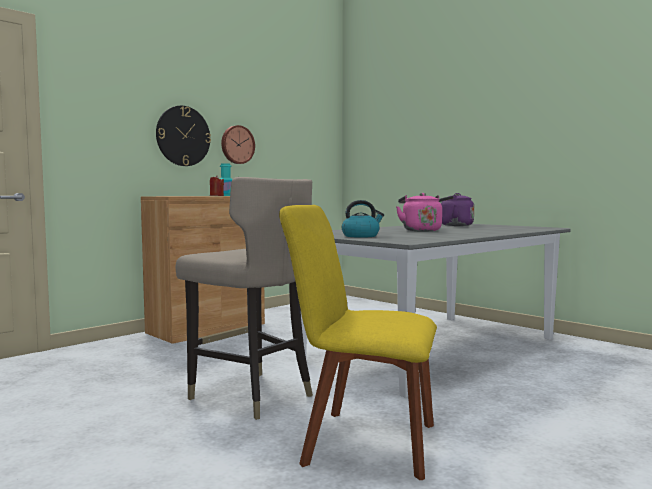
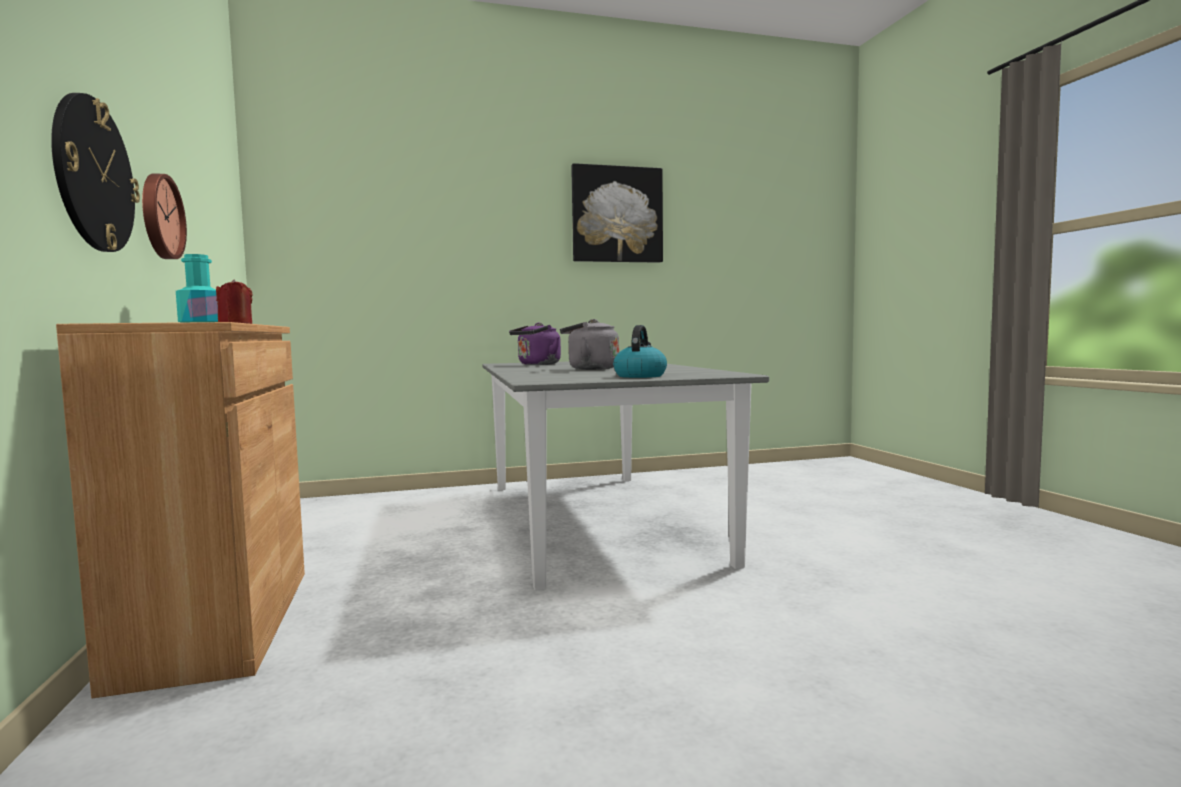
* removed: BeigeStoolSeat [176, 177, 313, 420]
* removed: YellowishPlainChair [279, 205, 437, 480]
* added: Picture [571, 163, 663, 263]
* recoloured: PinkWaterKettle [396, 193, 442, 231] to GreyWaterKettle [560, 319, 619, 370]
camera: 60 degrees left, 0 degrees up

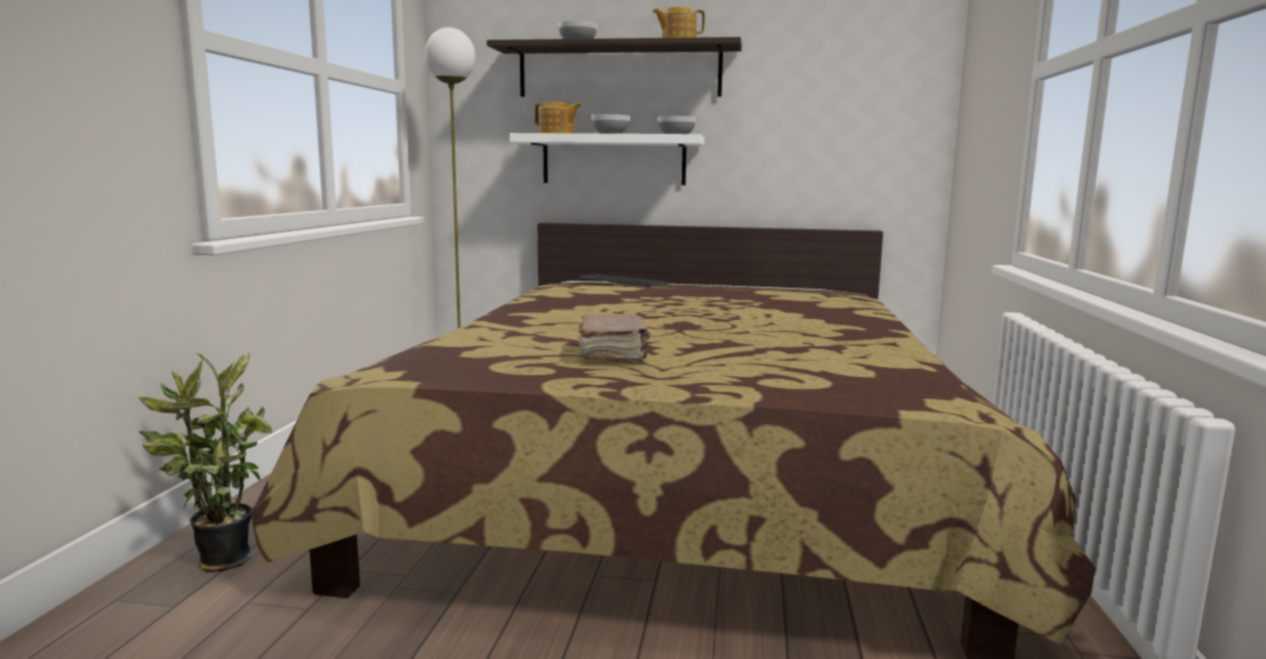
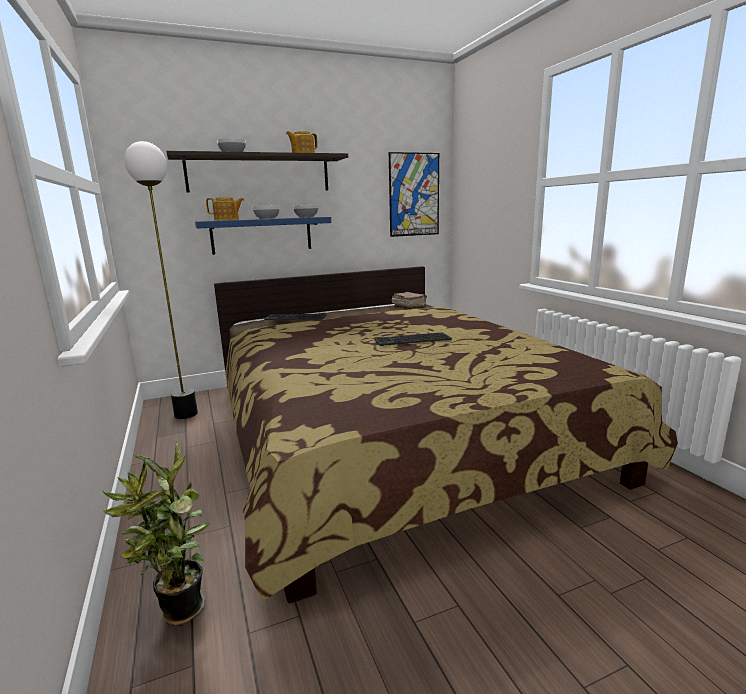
* added: ComputerKeyboard [374, 332, 452, 346]
* added: Picture [389, 152, 439, 237]
* moved: BrownVolume [578, 314, 651, 361] to [392, 292, 427, 308]
* recoloured: WhiteColouredShelf [510, 133, 705, 185] to BlueShelf [195, 217, 331, 255]
camera: 30 degrees left, 5 degrees up

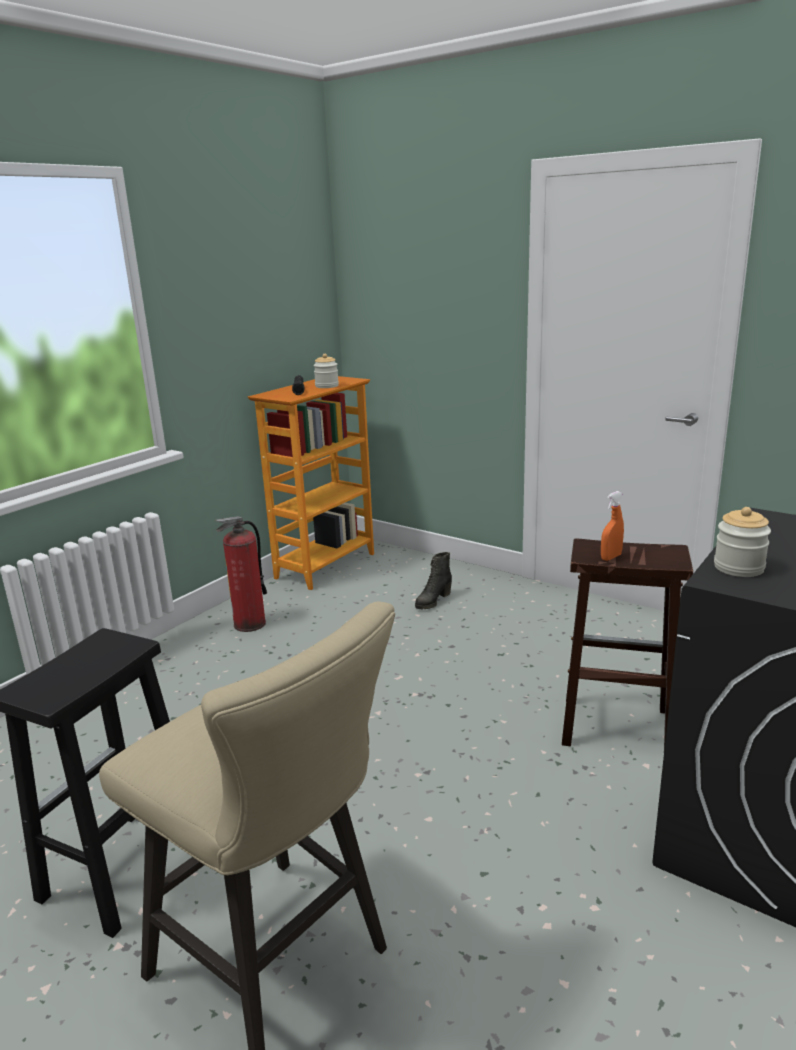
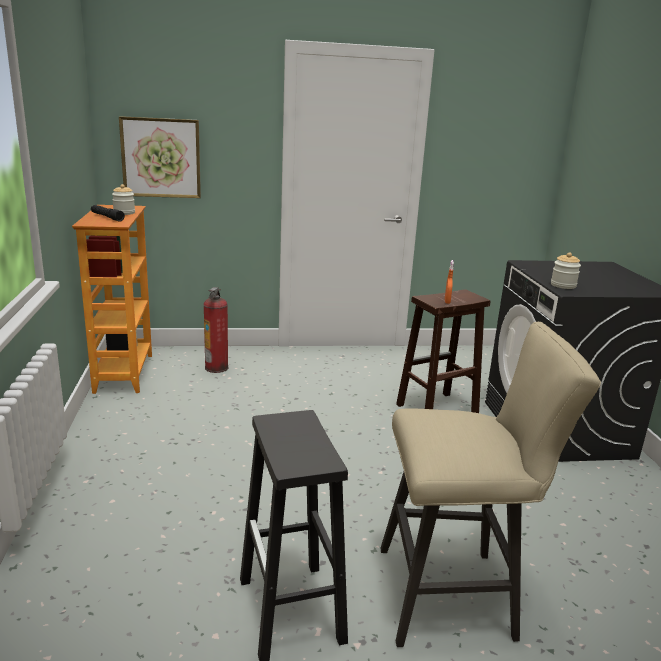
* removed: BlackColouredTallBoot [415, 552, 452, 609]
* added: Picture [119, 116, 201, 198]
* moved: Extinguisher [216, 516, 267, 632] to [203, 287, 228, 373]
camera: 45 degrees left, 0 degrees up

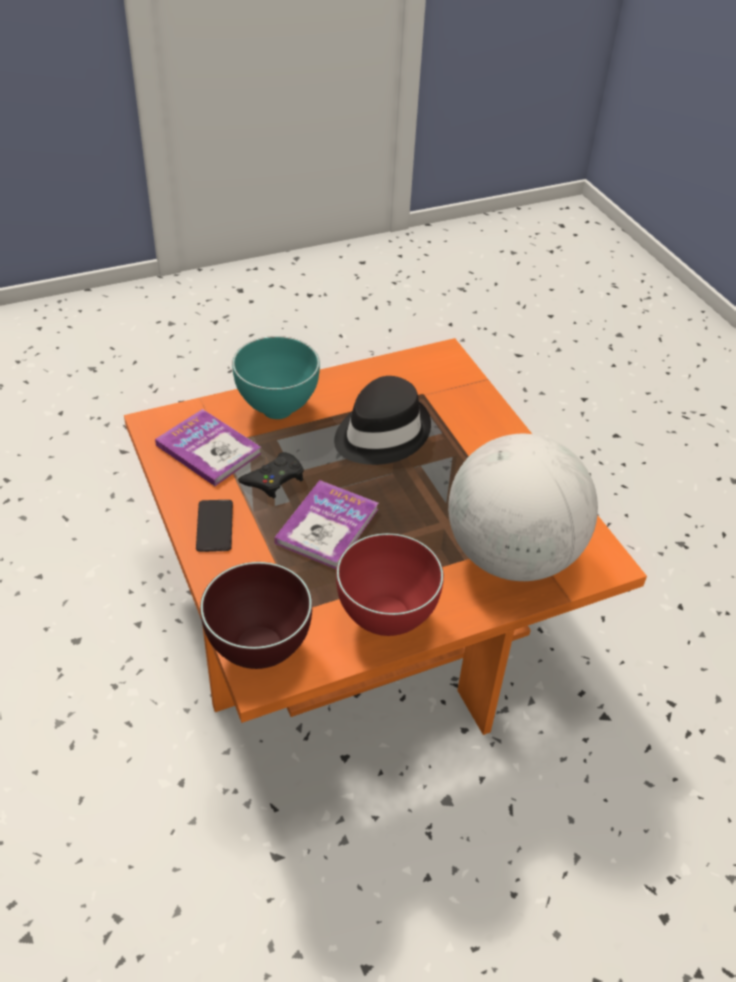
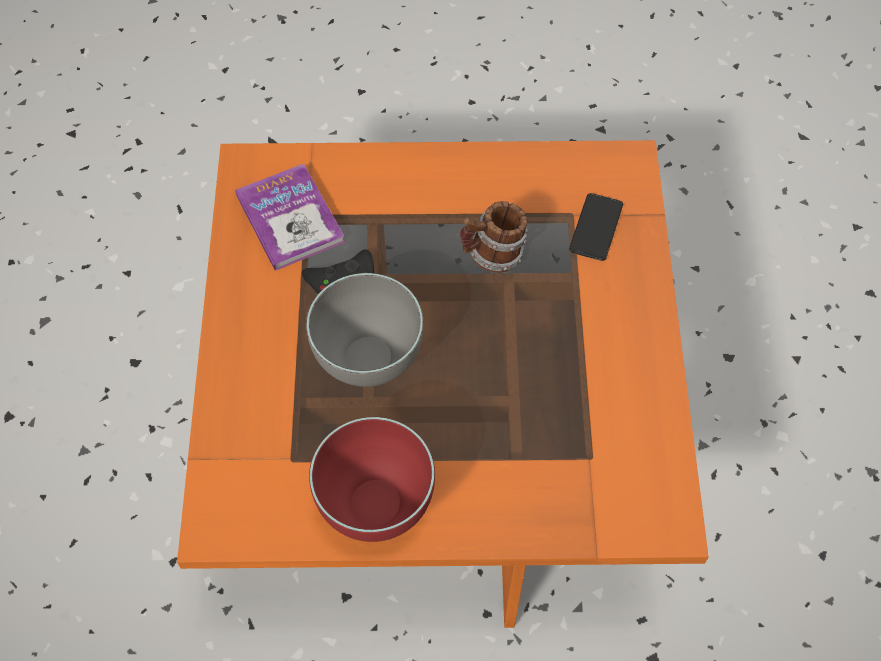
* removed: BrownServingBowl [200, 562, 312, 669]
* removed: BlueGreenServingBowl [232, 336, 320, 419]
* removed: WorldGlobe [448, 434, 598, 581]
* moved: Handset [196, 500, 233, 552] to [569, 193, 623, 261]
* replaced: Volume [274, 480, 378, 569] to GreyServingBowl [306, 273, 424, 387]
* replaced: BlackColouredHat [334, 376, 431, 465] to Mug [460, 201, 529, 273]
camera: 25 degrees right, 15 degrees up

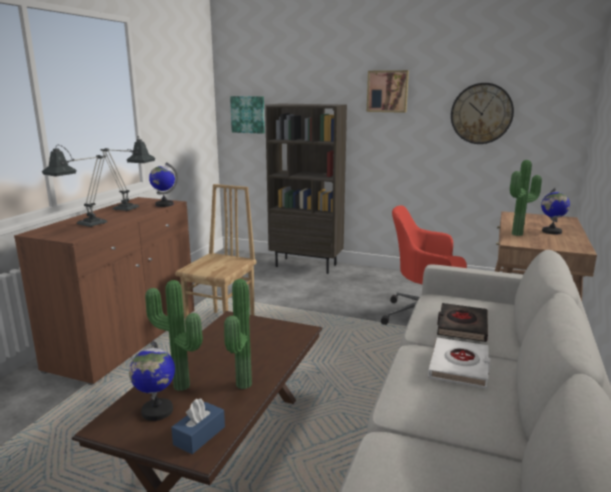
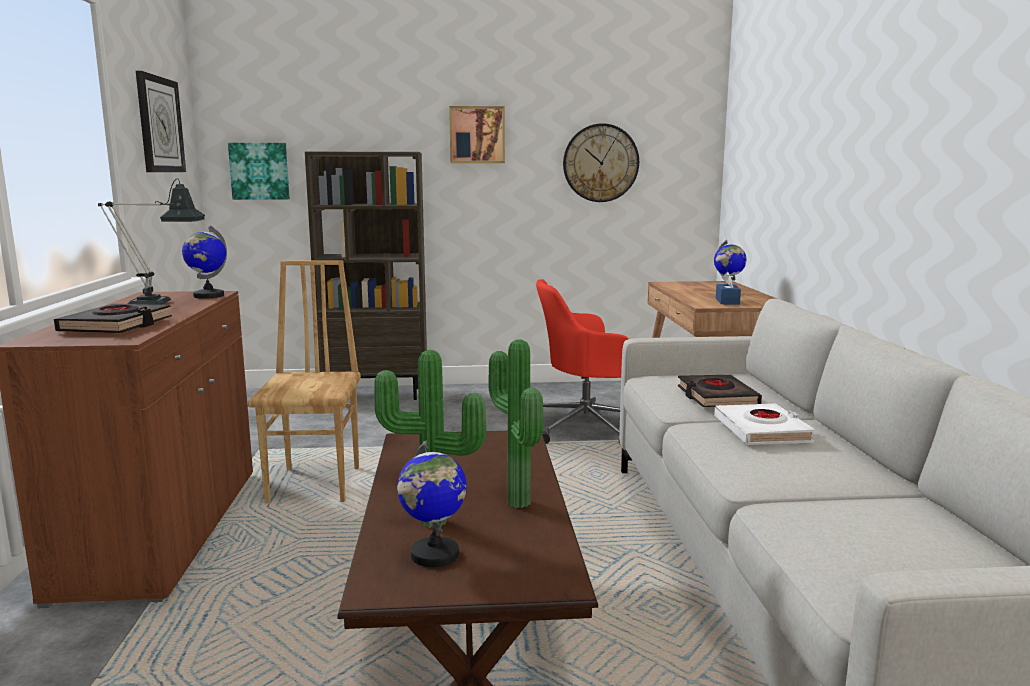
* removed: PlantInAPot [510, 160, 542, 236]
* added: ClockOnTheWall [136, 71, 186, 172]
* moved: BlueTissueBox [171, 398, 225, 454] to [716, 272, 741, 305]
* replaced: TabletopLamp [42, 145, 107, 227] to BlackColouredVolume [54, 304, 172, 333]
camera: 25 degrees left, 5 degrees down

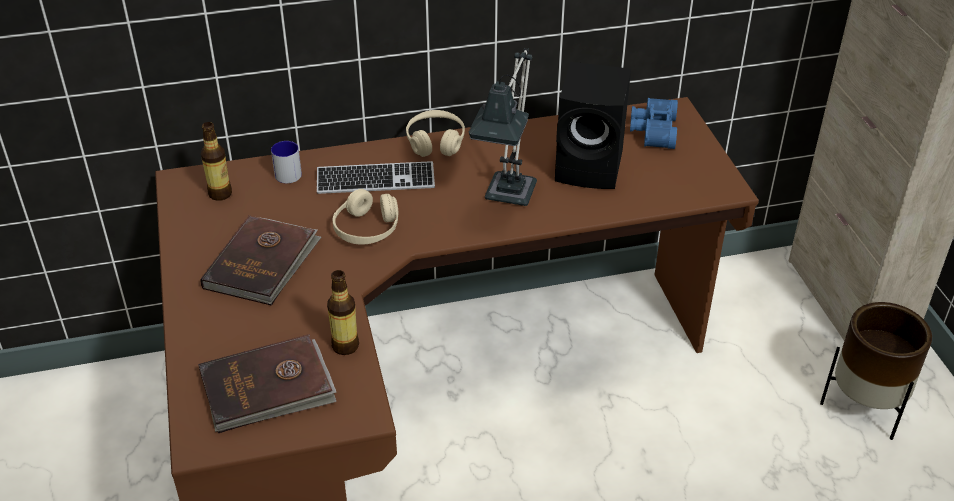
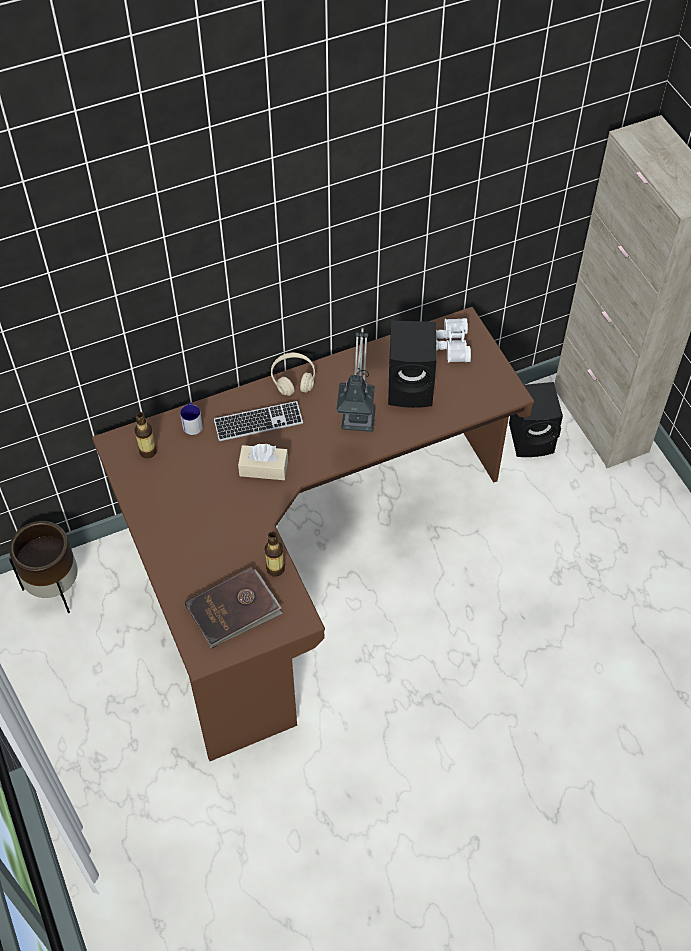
* removed: BrownVolume [201, 215, 322, 306]
* added: BlackColouredSpeaker [509, 382, 563, 457]
* moved: BrownPlantPot [820, 302, 932, 440] to [9, 521, 78, 613]
* replaced: BeigeHeadphones [333, 189, 399, 245] to BeigeTissueBox [238, 444, 288, 480]
* recoloured: BlueFieldGlasses [630, 98, 678, 149] to WhiteColouredFieldGlasses [436, 318, 471, 363]
camera: 10 degrees left, 15 degrees up

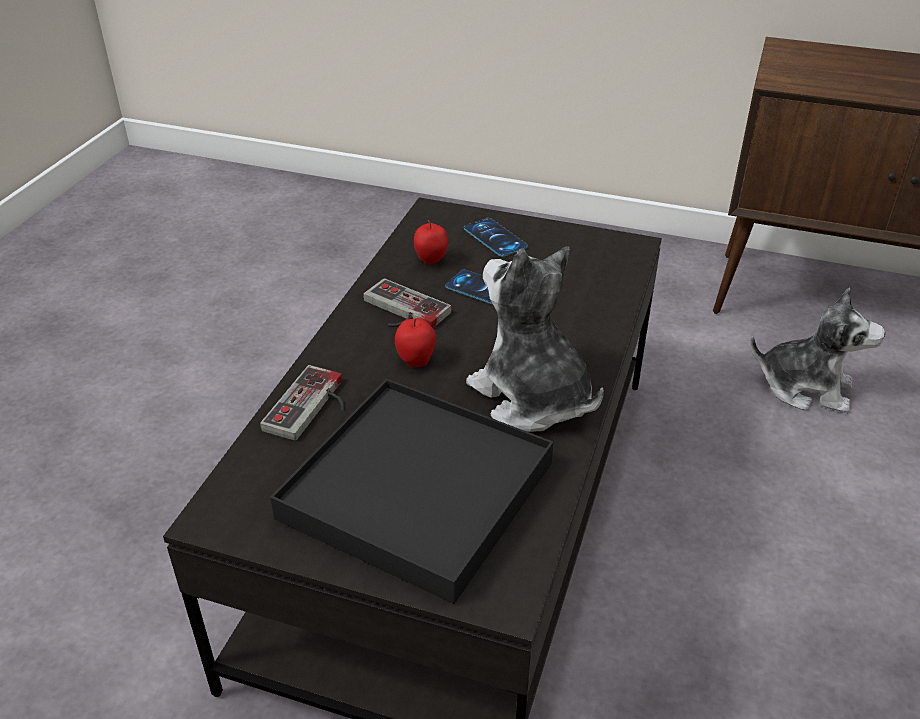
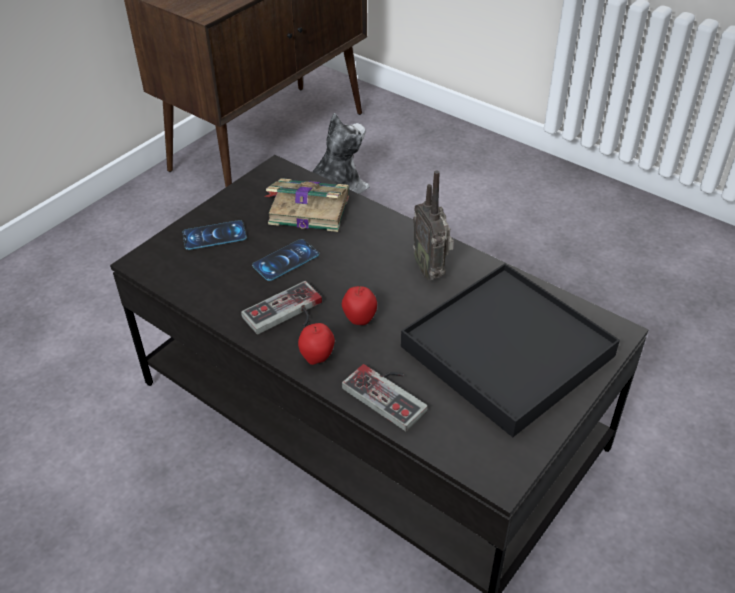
* added: Volume [264, 178, 349, 232]
* moved: Apple [414, 220, 448, 265] to [298, 323, 335, 365]
* replaced: CuddlyToy [466, 246, 604, 432] to RadioReceiver [413, 170, 454, 280]
camera: 70 degrees left, 5 degrees up

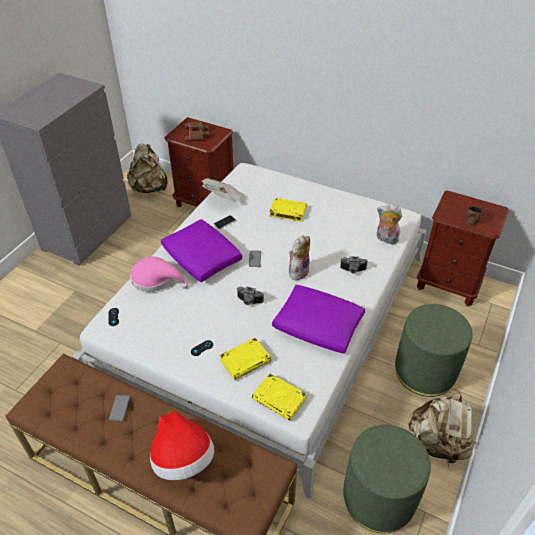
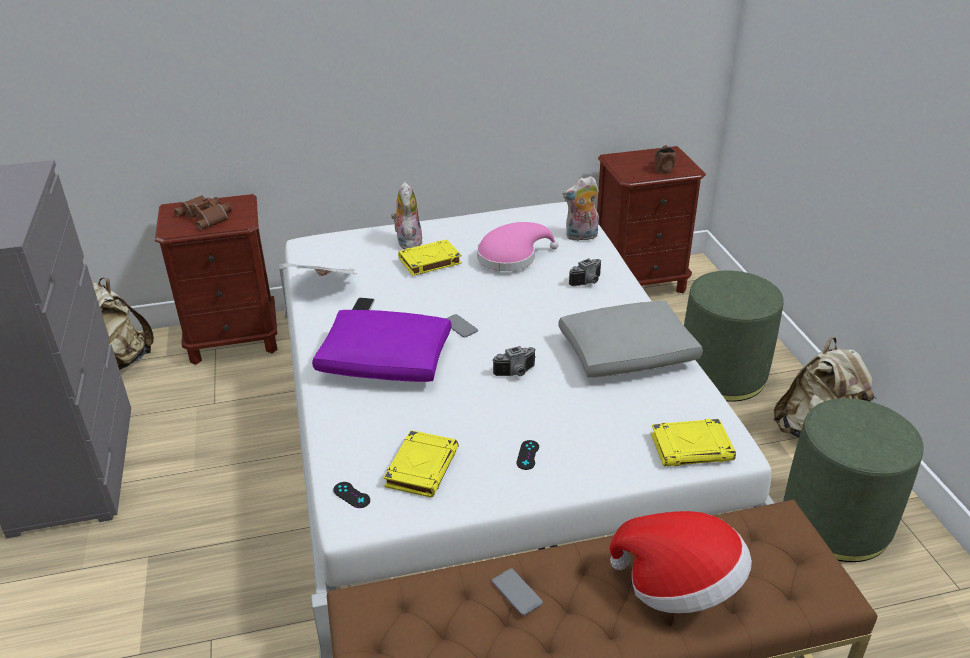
* moved: PinkHat [130, 256, 188, 292] to [477, 222, 558, 271]
* moved: YellowishVolume [219, 337, 272, 380] to [384, 430, 459, 498]
* moved: CuddlyToy [289, 235, 310, 280] to [391, 182, 423, 250]
* recoloured: PurplishThrowPillow [272, 285, 365, 354] to GreyThrowPillow [558, 301, 703, 378]
camera: 40 degrees left, 10 degrees down

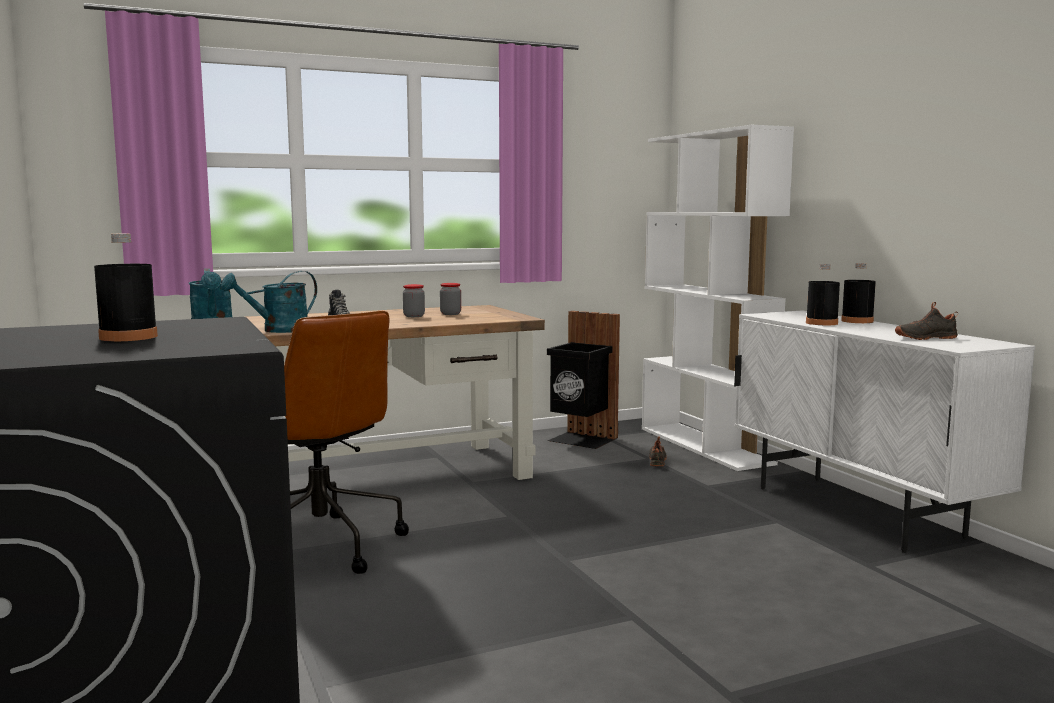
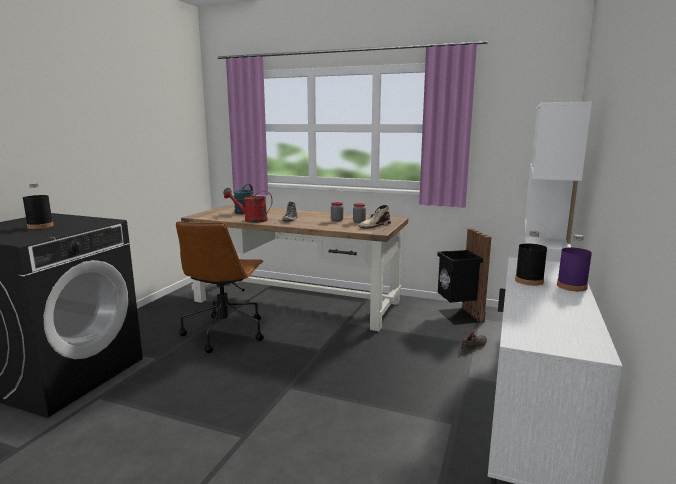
* removed: BlackColouredItemOfFootwear [895, 302, 958, 340]
* added: BeigeTallBoot [359, 205, 391, 229]
* recoloured: BlueGreenSprinklingCan [221, 271, 317, 333] to RedSprinklingCan [224, 190, 273, 223]
* recoloured: BlackColouredBeverageBottle [841, 263, 876, 323] to PurplishBeverageBottle [557, 234, 592, 291]
camera: 45 degrees right, 5 degrees up

